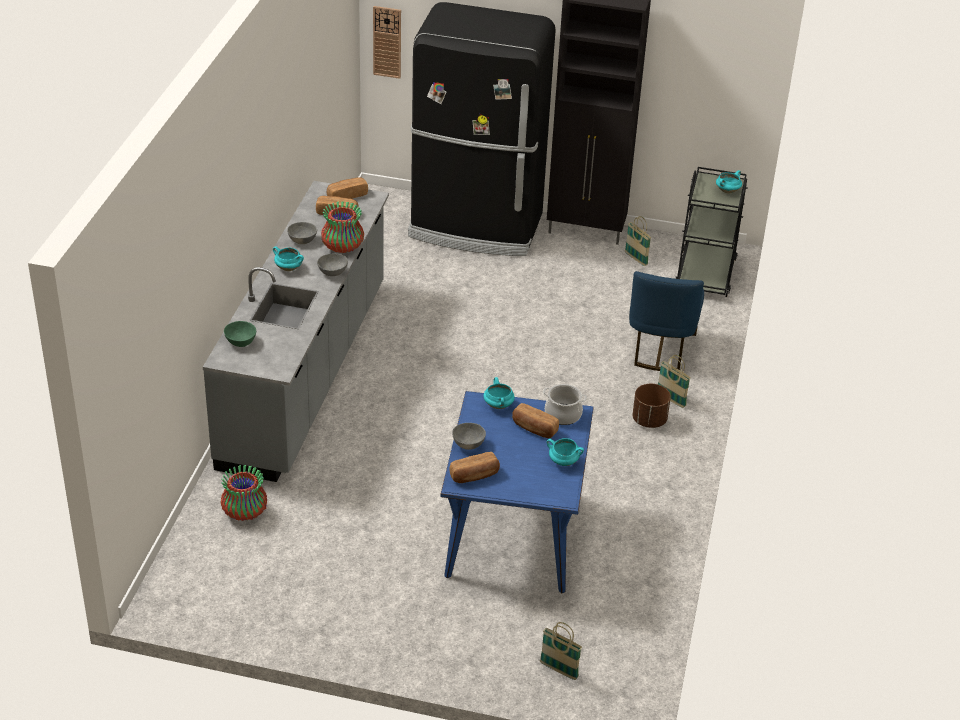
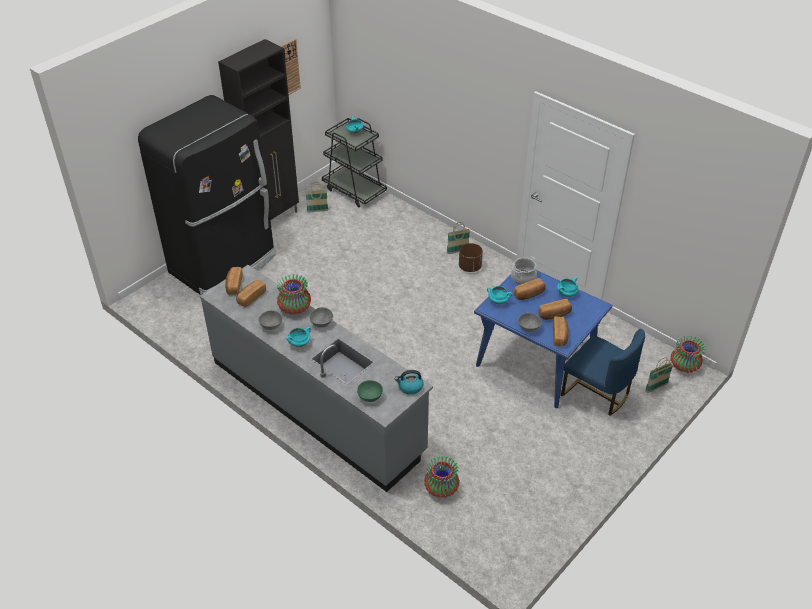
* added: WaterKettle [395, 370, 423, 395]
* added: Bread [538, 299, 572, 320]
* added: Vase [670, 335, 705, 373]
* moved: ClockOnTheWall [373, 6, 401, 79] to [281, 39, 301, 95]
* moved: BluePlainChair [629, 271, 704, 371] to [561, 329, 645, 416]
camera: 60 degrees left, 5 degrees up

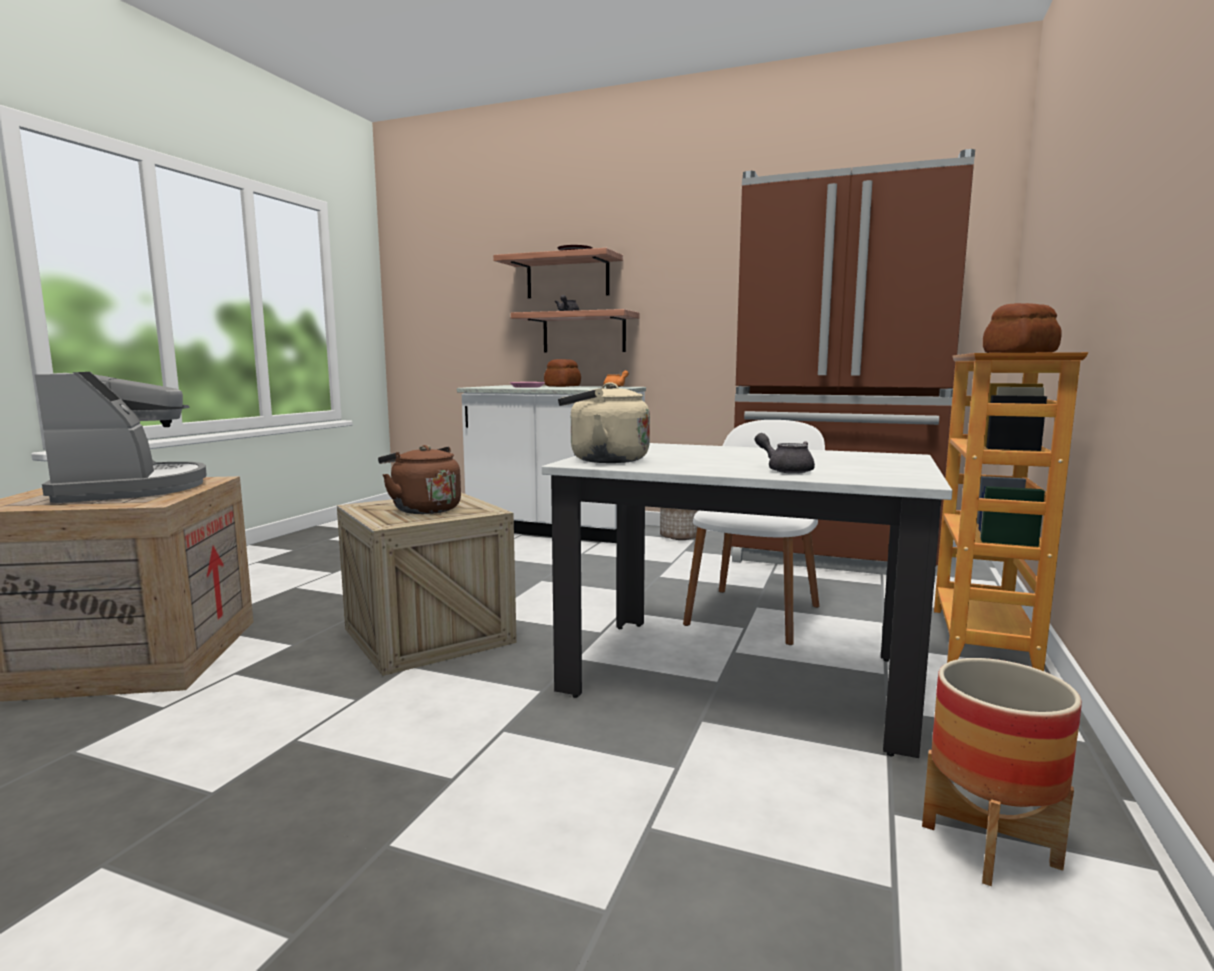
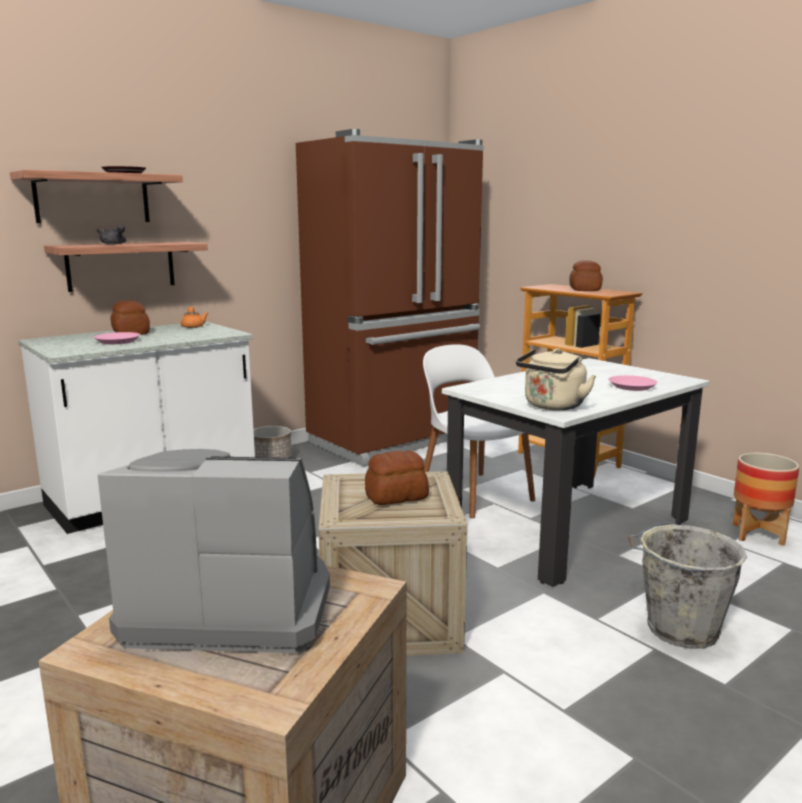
* added: GreyBucket [628, 522, 747, 649]
* replaced: BrownWaterKettle [378, 445, 461, 514] to Bread [365, 450, 429, 505]
* replaced: GreyTeapot [755, 433, 815, 474] to PinkDinnerPlate [608, 375, 657, 391]
camera: 60 degrees left, 5 degrees up

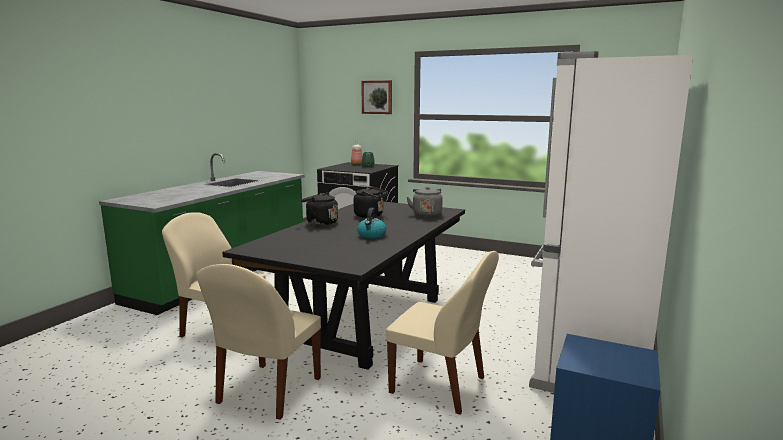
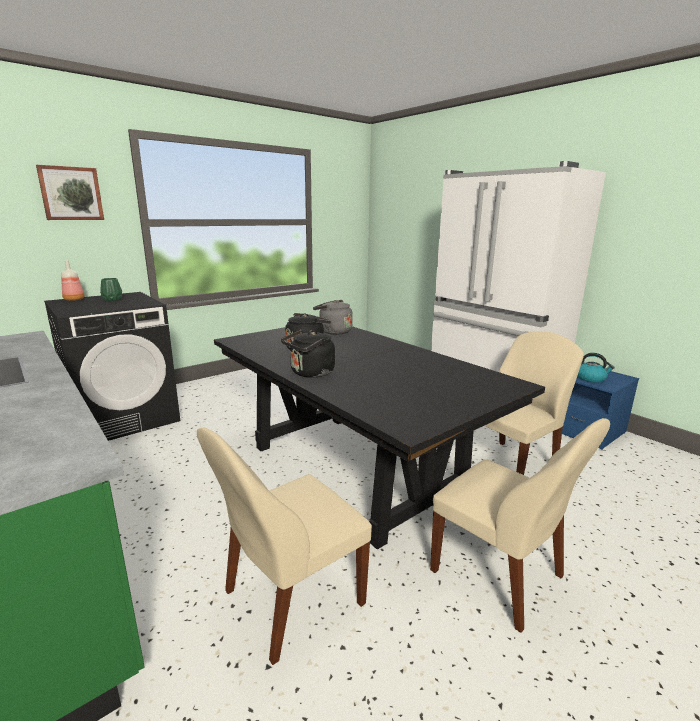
* moved: WaterKettle [357, 208, 387, 238] to [578, 353, 615, 383]
camera: 65 degrees left, 5 degrees up

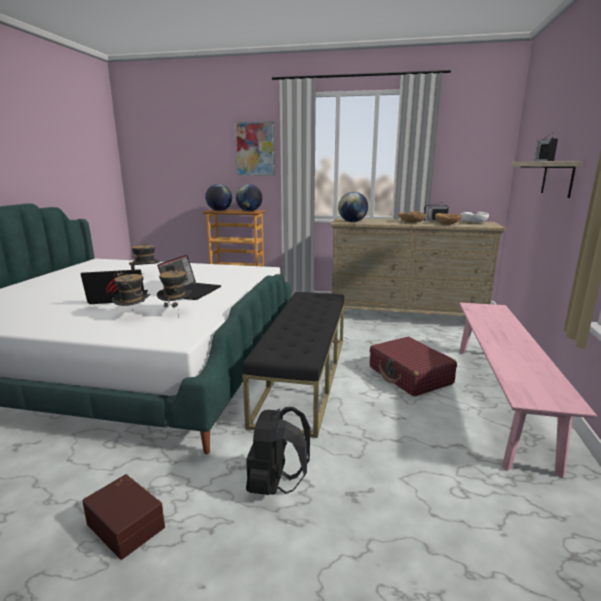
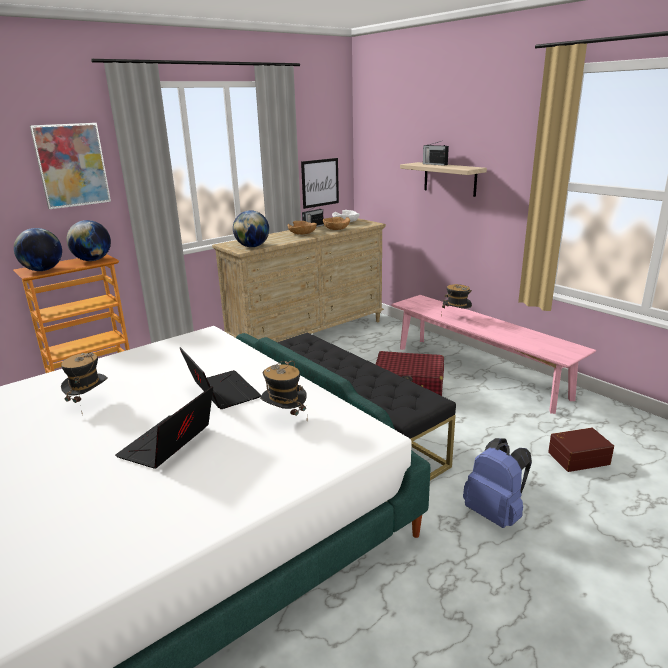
* added: Picture [301, 158, 339, 209]
* moved: BrownStorageContainer [82, 474, 165, 560] to [548, 428, 614, 472]
* moved: Hat [112, 272, 150, 310] to [442, 284, 472, 309]
* recoloured: BlackColouredKnapsack [246, 407, 310, 495] to BlueKnapsack [463, 438, 532, 528]
camera: 50 degrees left, 5 degrees up

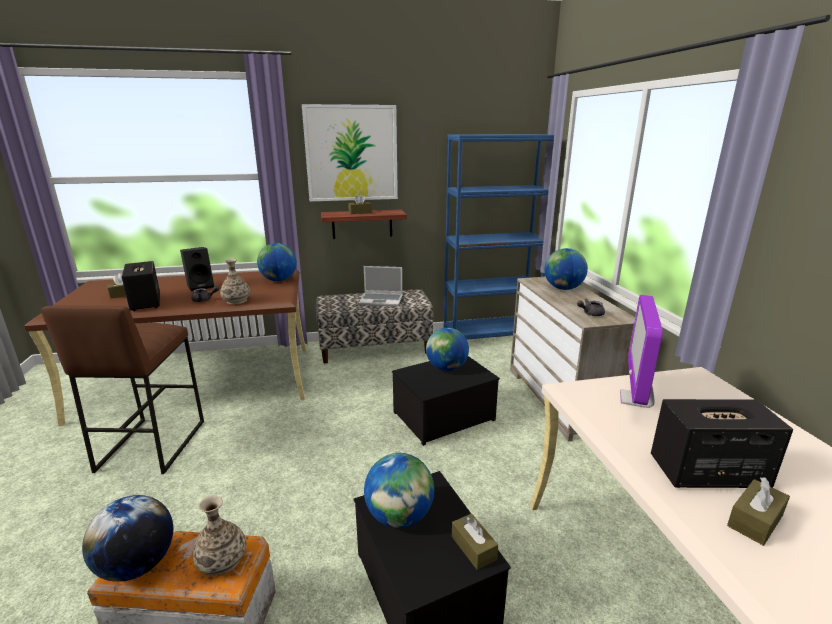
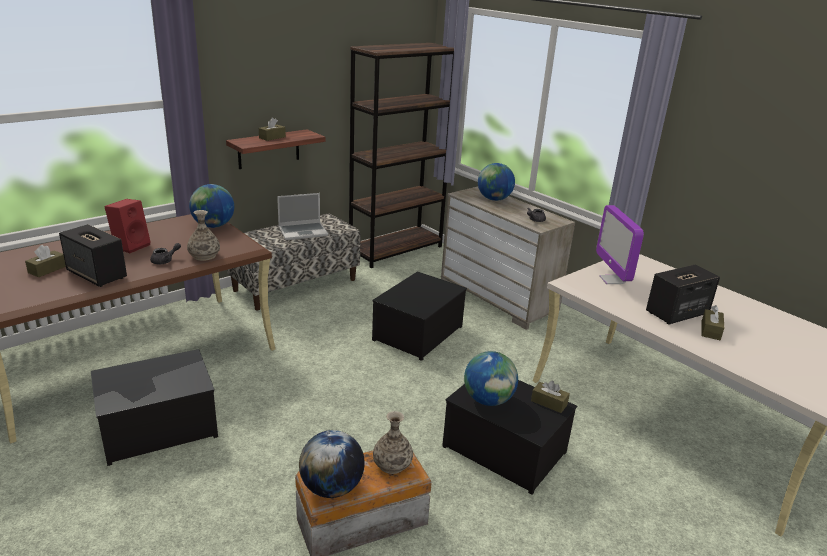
* removed: Picture [302, 104, 398, 201]
* removed: WorldGlobe [426, 328, 469, 371]
* replaced: BrownStoolSeat [41, 305, 204, 474] to StorageContainer [91, 349, 218, 466]
* recoloured: BlackColouredSpeaker [180, 247, 214, 291] to RedSpeaker [104, 199, 151, 253]
* recoloured: BlueShelvingUnit [444, 134, 554, 339] to BrownShelvingUnit [349, 43, 454, 268]
camera: 30 degrees left, 5 degrees up

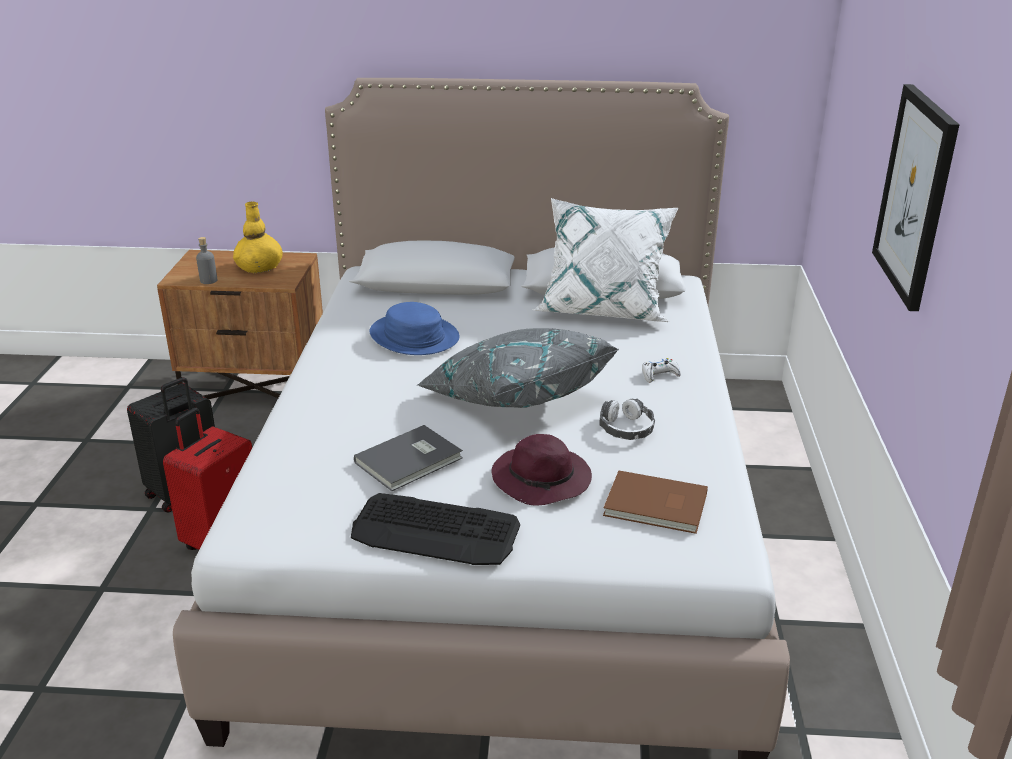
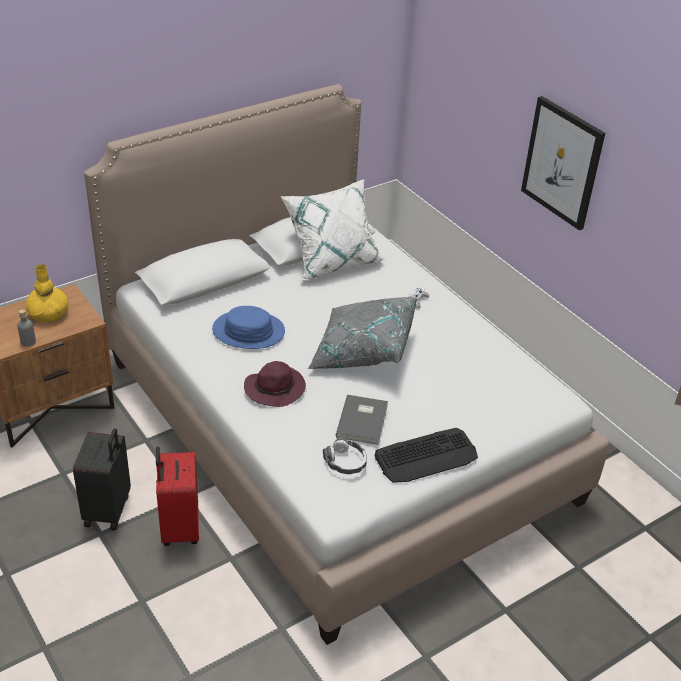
* removed: BrownVolume [603, 470, 708, 534]
* moved: PurplishHat [492, 434, 592, 505] to [244, 361, 306, 407]
* moved: Headphones [599, 399, 655, 440] to [323, 437, 367, 474]
camera: 40 degrees left, 10 degrees up

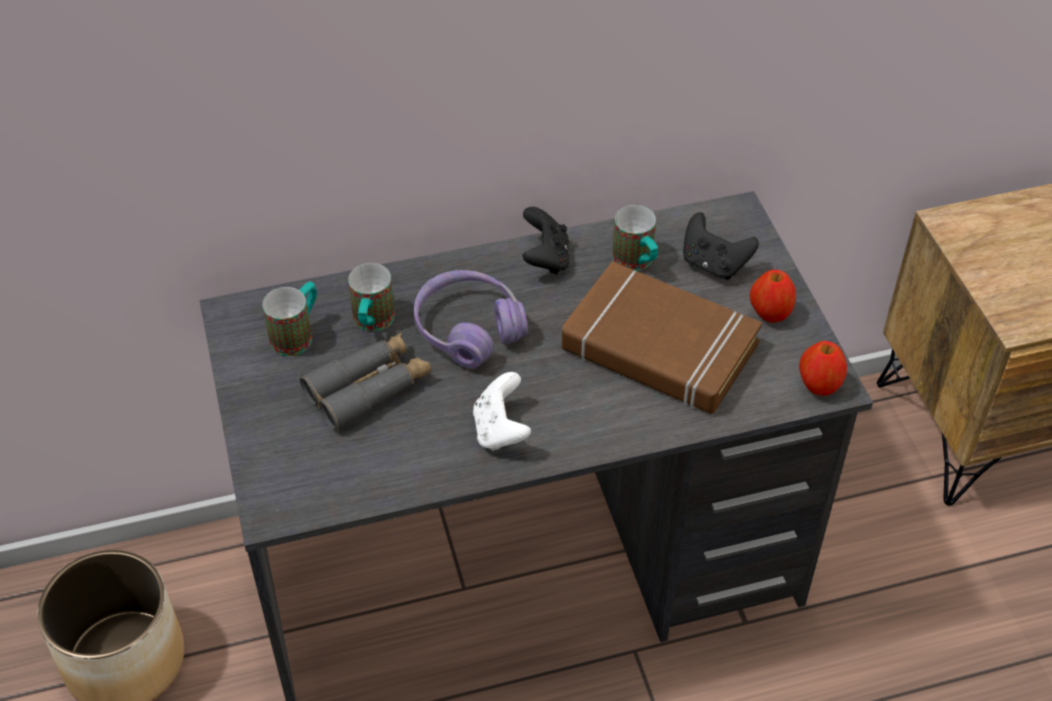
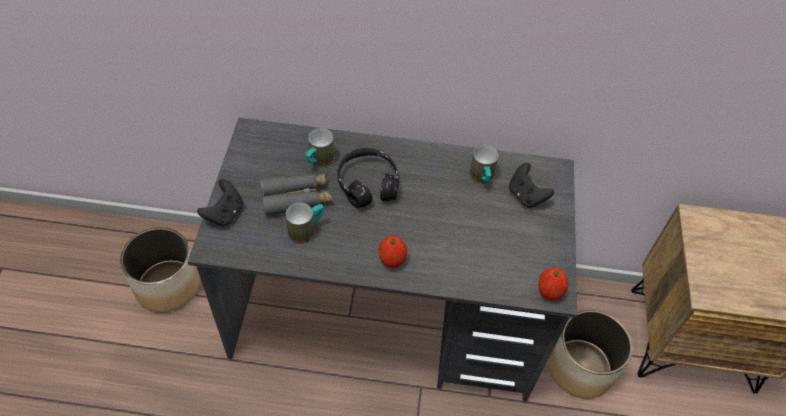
* removed: WhiteColouredJoypad [473, 372, 531, 451]
* removed: BrownVolume [562, 261, 762, 414]
* added: PlantPot [548, 310, 633, 399]
* moved: Mug [262, 282, 317, 356] to [285, 202, 324, 244]
* moved: BlackColouredJoypad [522, 207, 569, 274] to [197, 179, 243, 226]
* moved: Apple [750, 270, 796, 322] to [379, 236, 407, 268]
* recoloured: PurplishHeadphones [414, 270, 528, 368] to BlackColouredHeadphones [337, 148, 399, 208]
camera: 20 degrees right, 5 degrees up

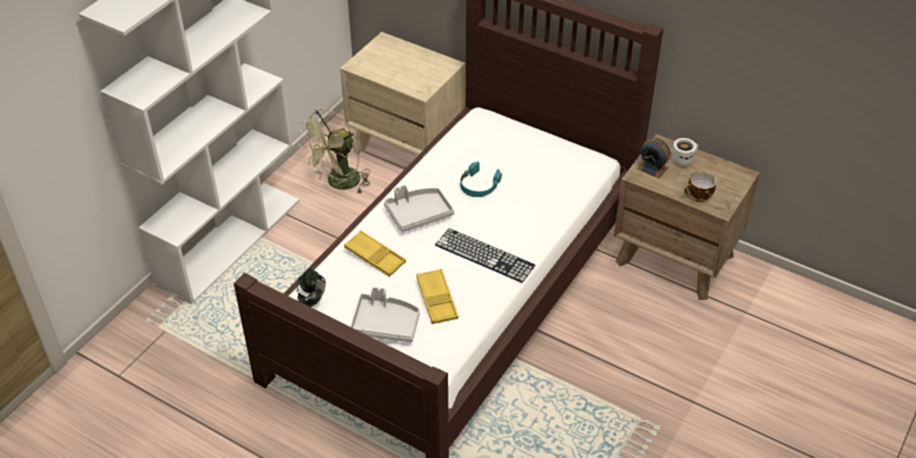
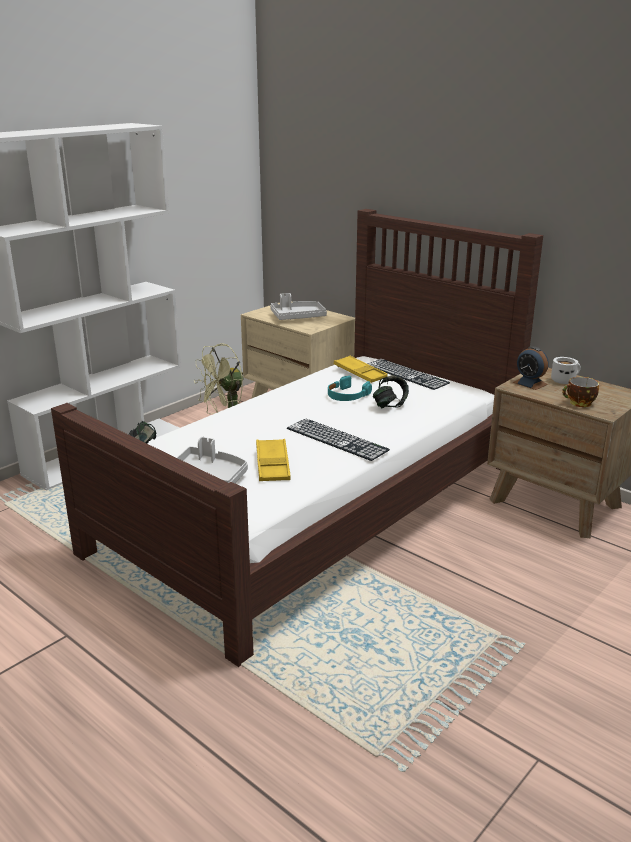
* added: ComputerKeyboard [367, 359, 450, 390]
* added: Headphones [373, 375, 409, 408]
* moved: YellowishServingTray [344, 230, 406, 277] to [334, 355, 388, 383]
* moved: GreyServingTray [384, 185, 454, 232] to [270, 293, 327, 320]
camera: 10 degrees right, 20 degrees down

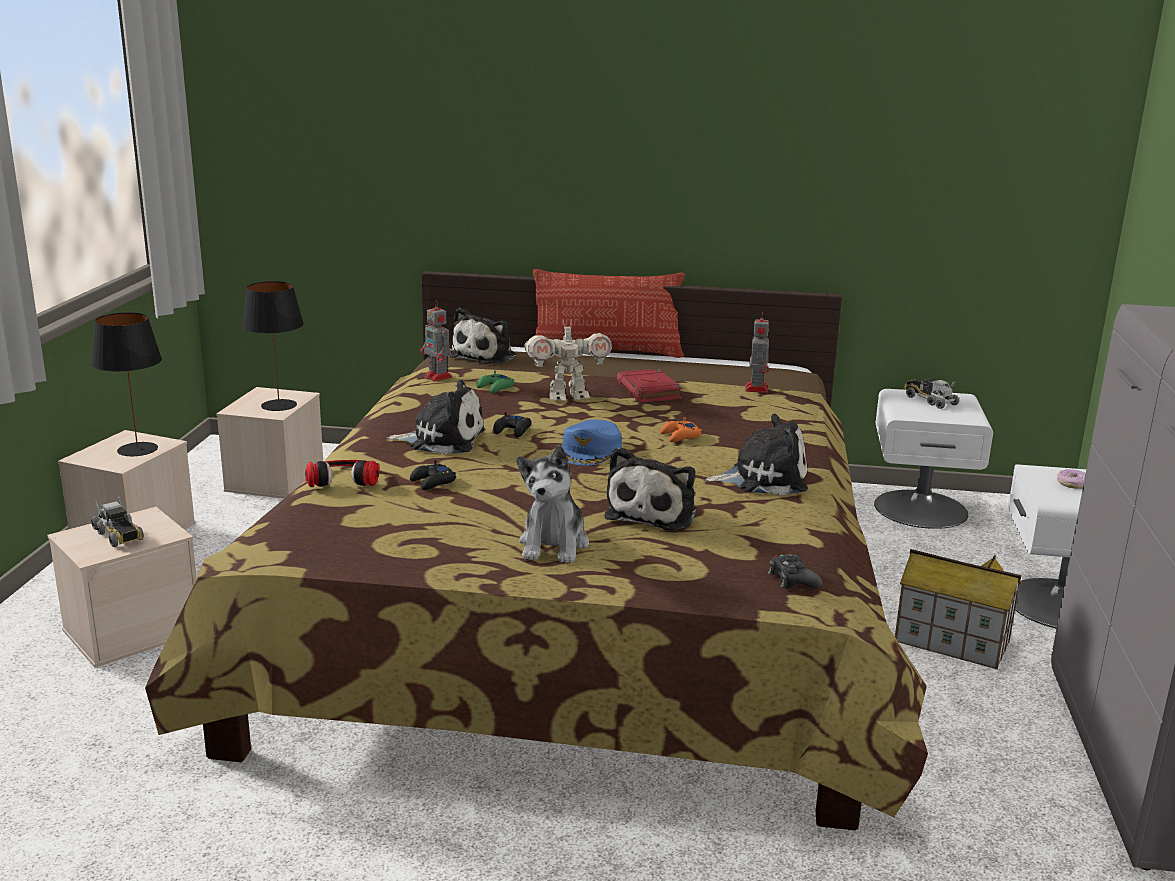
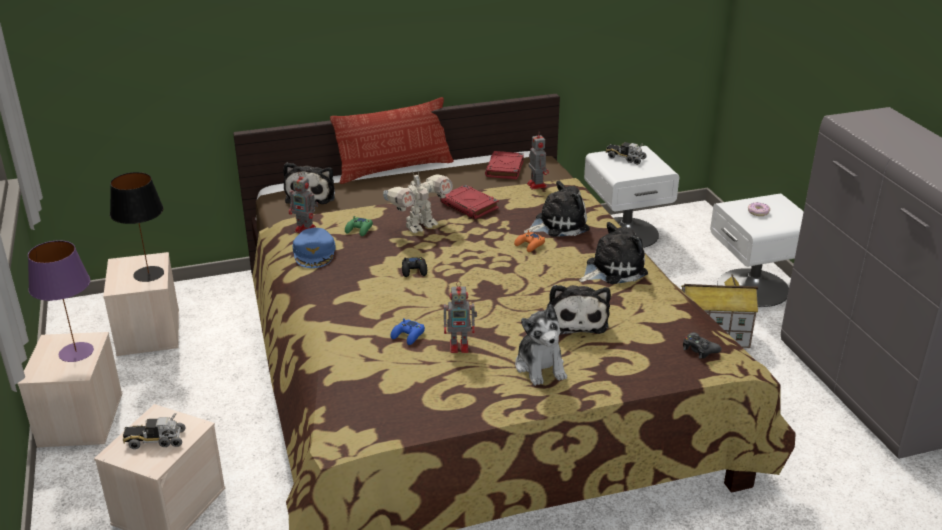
* removed: Headphones [305, 460, 380, 487]
* added: ModelRobot [444, 281, 477, 353]
* added: RedVolume [485, 151, 524, 179]
* moved: CuddlyToy [387, 380, 485, 454] to [524, 180, 590, 237]
* moved: BluePeakedCap [562, 420, 622, 466] to [292, 228, 336, 268]
* recoloured: BlackColouredTabletopLamp [91, 312, 162, 456] to PurplishTabletopLamp [28, 240, 94, 362]
* recoloured: BlackColouredJoypad [410, 460, 456, 490] to BlueJoypad [390, 318, 425, 345]
* turned: ToyTruck [91, 495, 144, 547] = [123, 413, 185, 449] 150 degrees clockwise
camera: 25 degrees left, 10 degrees up

